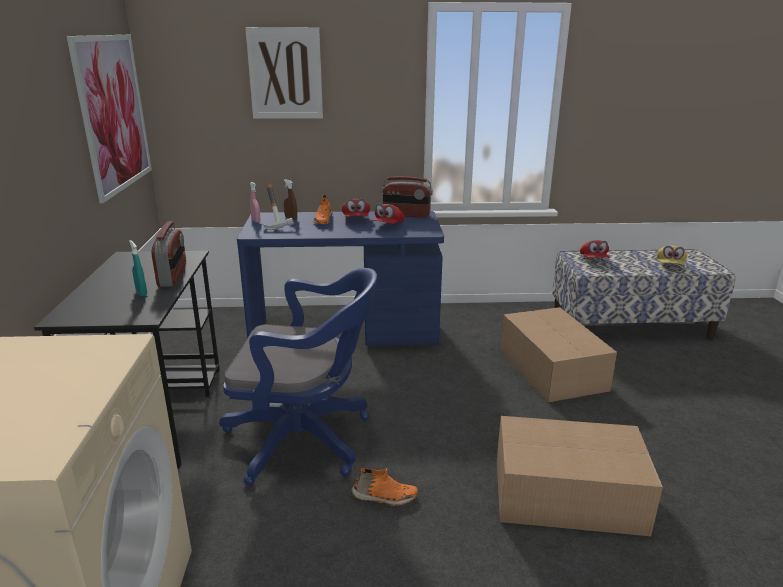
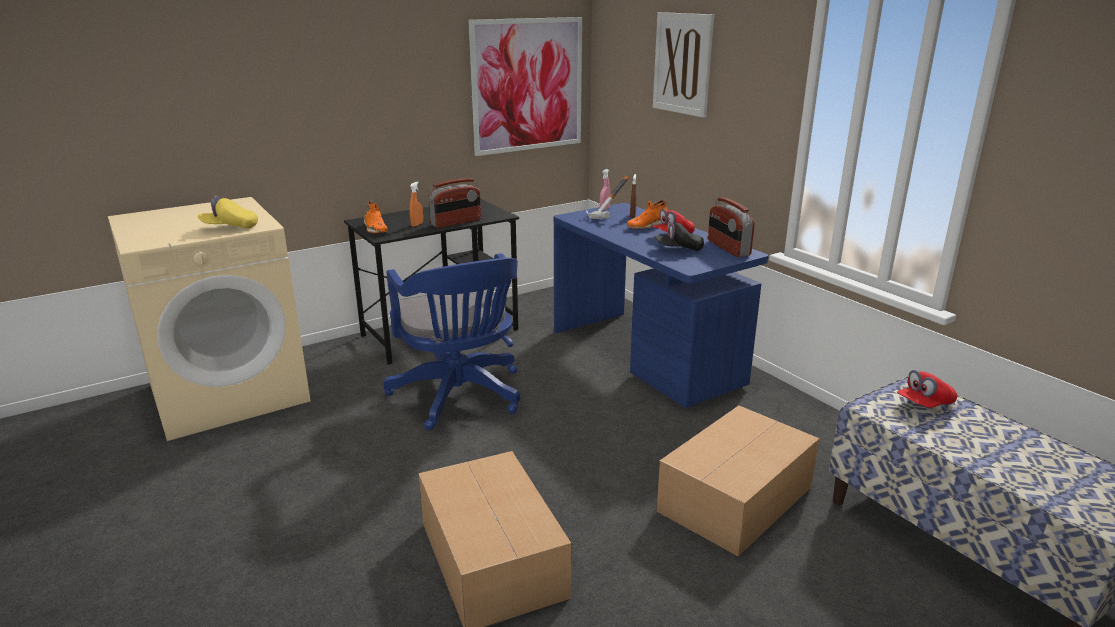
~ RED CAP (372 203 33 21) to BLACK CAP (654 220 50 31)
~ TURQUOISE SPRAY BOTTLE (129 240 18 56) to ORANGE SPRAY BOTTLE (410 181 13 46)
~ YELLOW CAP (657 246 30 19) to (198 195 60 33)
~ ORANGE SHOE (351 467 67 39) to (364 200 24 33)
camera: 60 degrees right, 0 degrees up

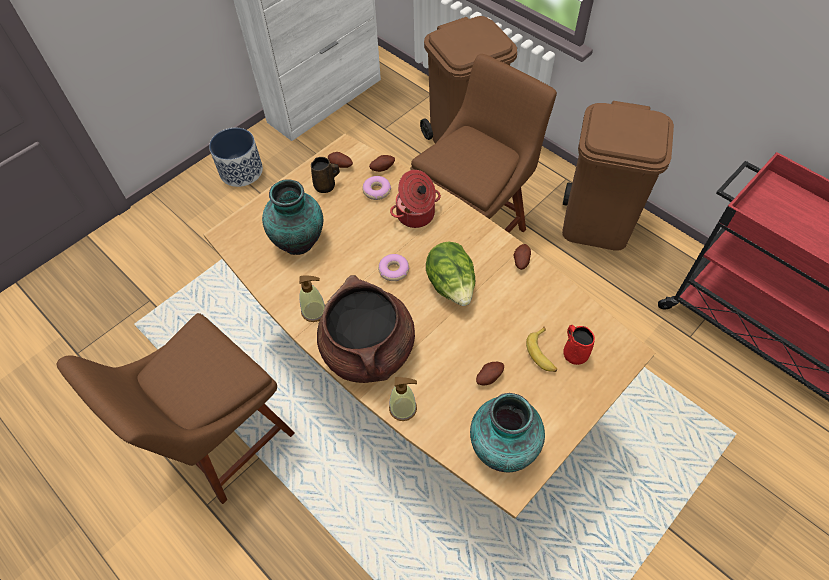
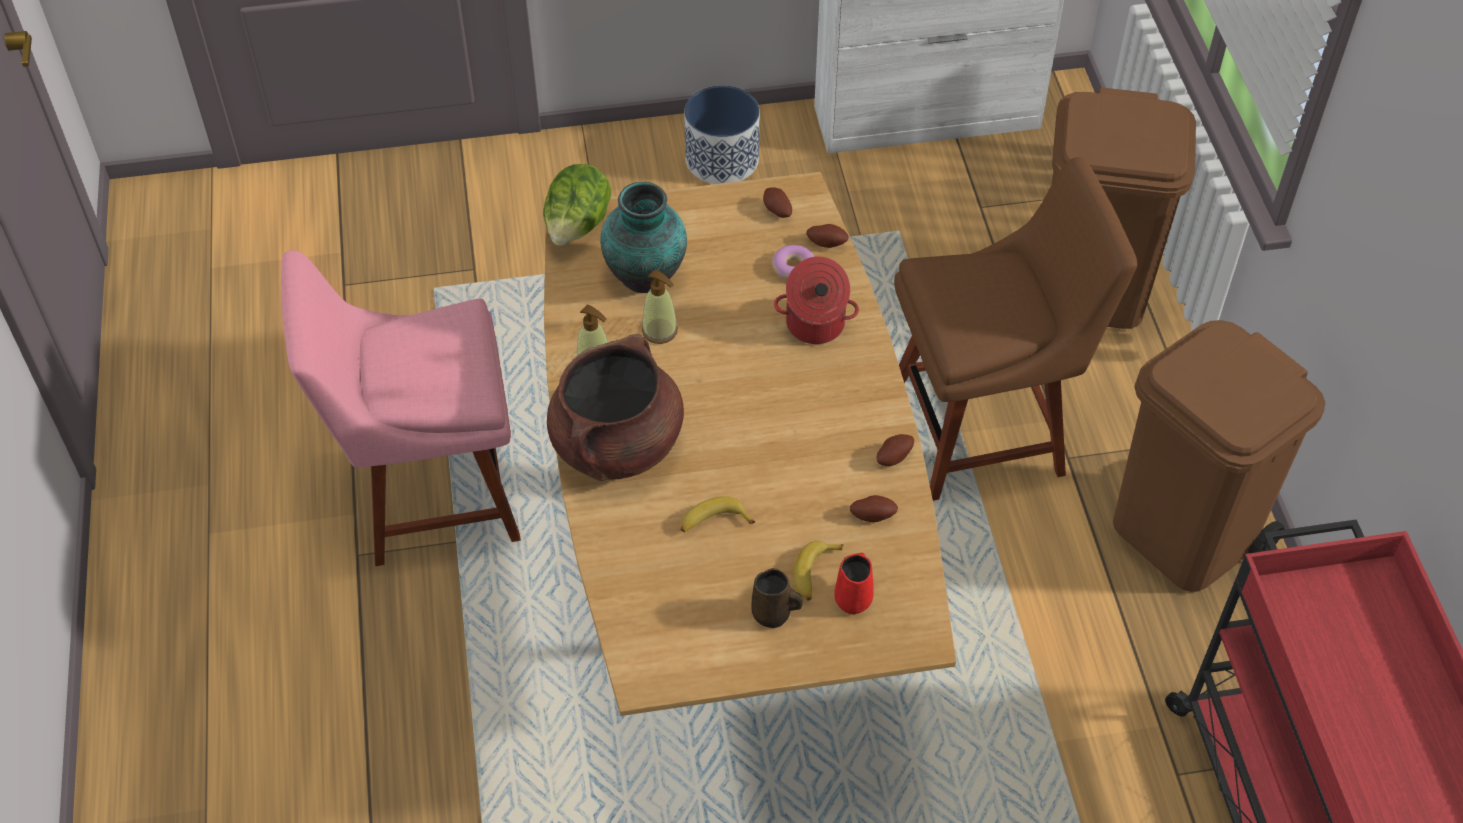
~ BROWN MUG (311 157 29 36) to (751 568 52 60)
~ LETTUCE (426 242 49 64) to (543 164 69 82)
- DONUT (378 254 31 27)
~ BROWN CHAIR (57 313 238 191) to PINK CHAIR (281 250 240 316)
~ POTATO (476 362 28 23) to (850 495 48 27)
~ SOAP DISPENSER (389 377 28 44) to (642 269 36 75)
- VASE (470 393 75 80)
+ BANANA (681 496 74 36)
camera: 35 degrees right, 5 degrees down

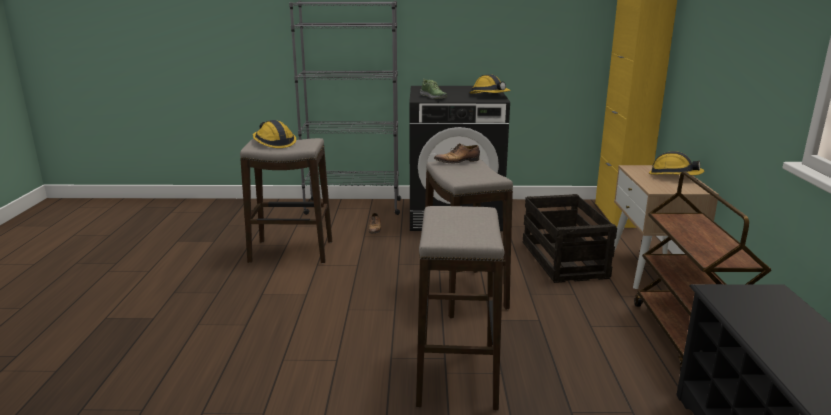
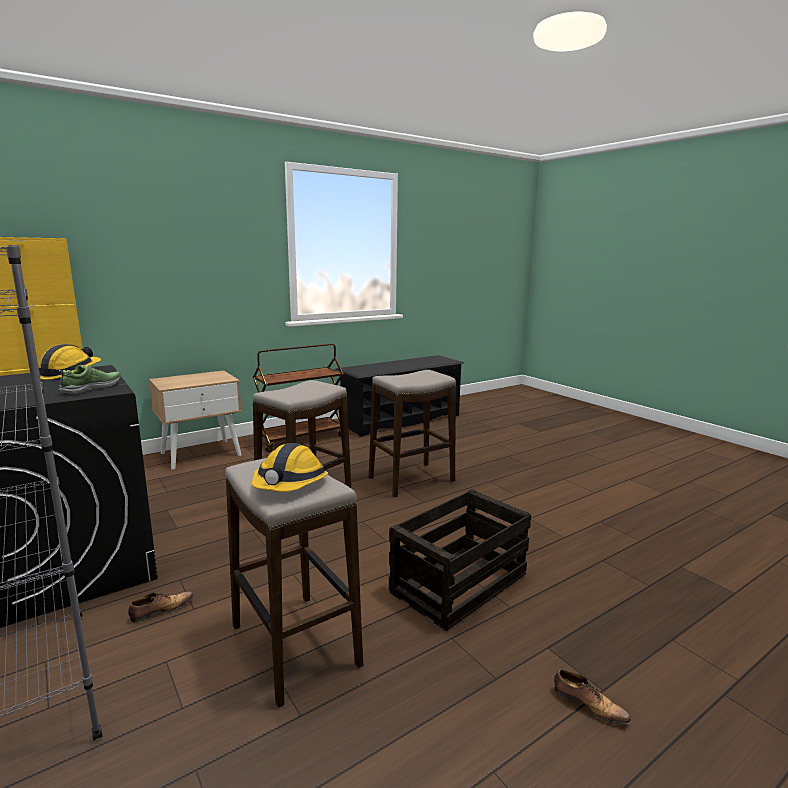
~ SHOE (434 143 46 20) to (554 670 77 55)
- HARD HAT (649 151 55 24)
~ CRATE (523 194 94 89) to (389 489 142 142)
camera: 125 degrees left, 5 degrees down

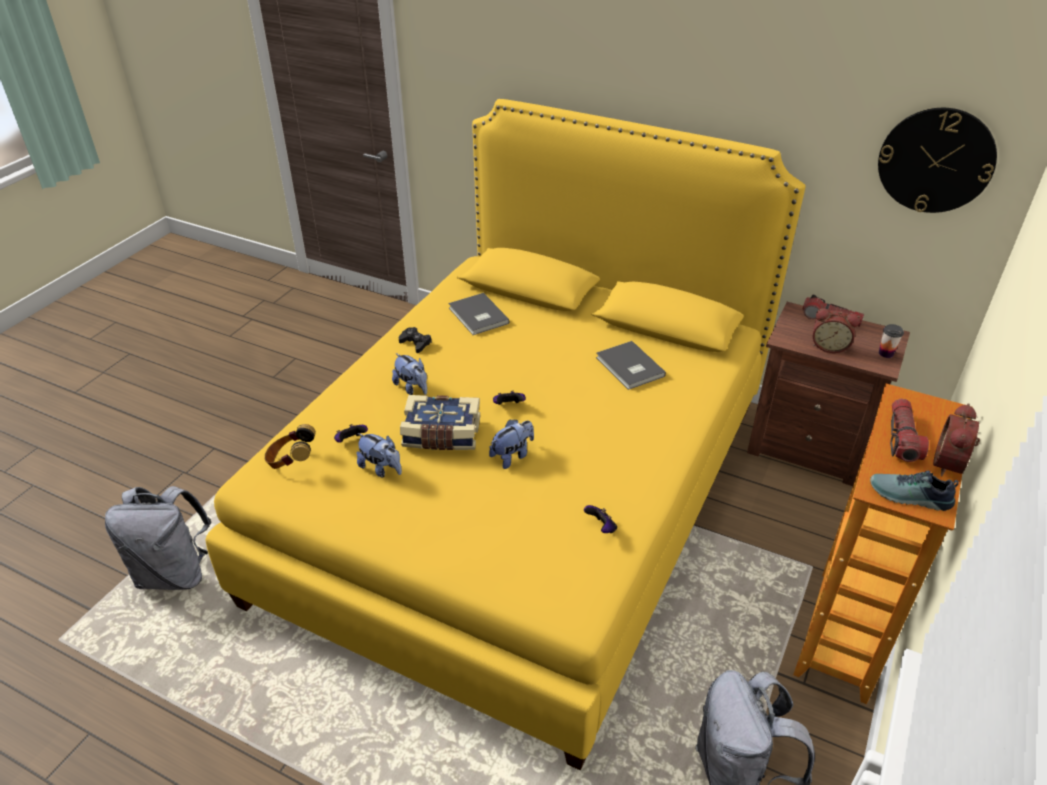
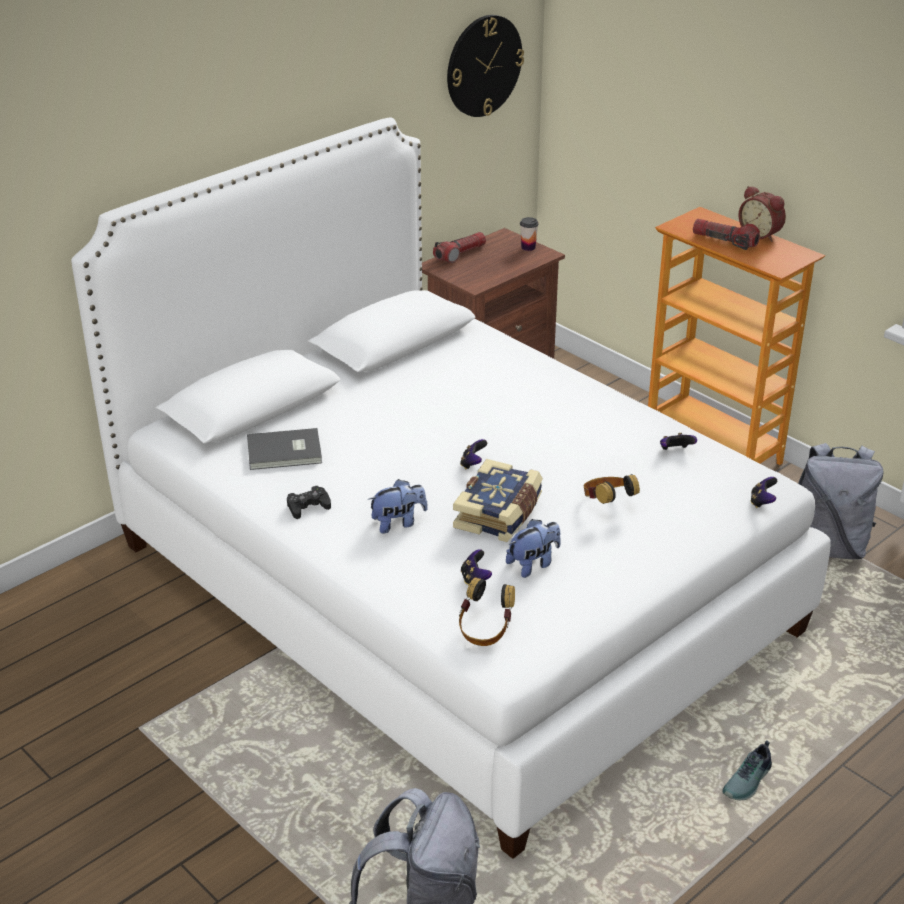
~ YELLOW BED (206 99 599 672) to WHITE BED (71 118 760 741)
- ALARM CLOCK (813 308 47 45)
- GREY BOOK (596 341 70 49)
- PLUSH TOY (489 419 45 50)
~ SHOE (870 471 89 40) to (722 740 50 60)
+ HEADPHONES (584 474 56 30)
+ GAME CONTROLLER (750 477 27 31)
camera: 70 degrees left, 5 degrees down

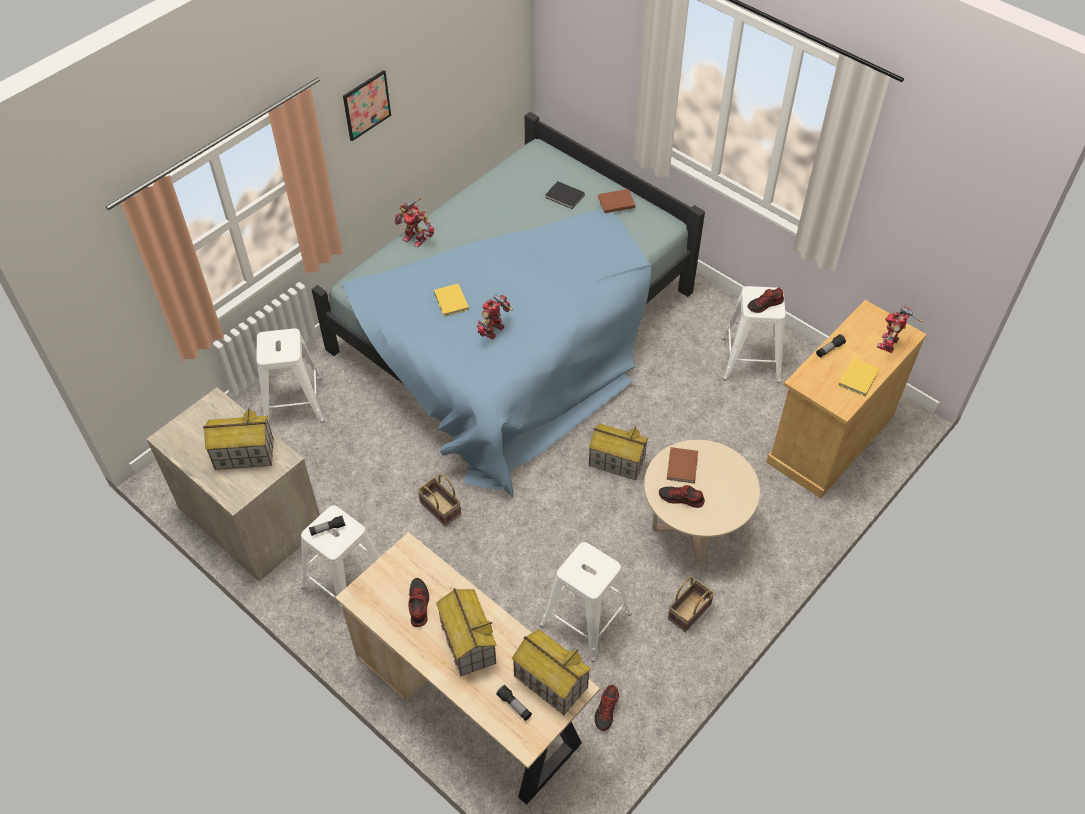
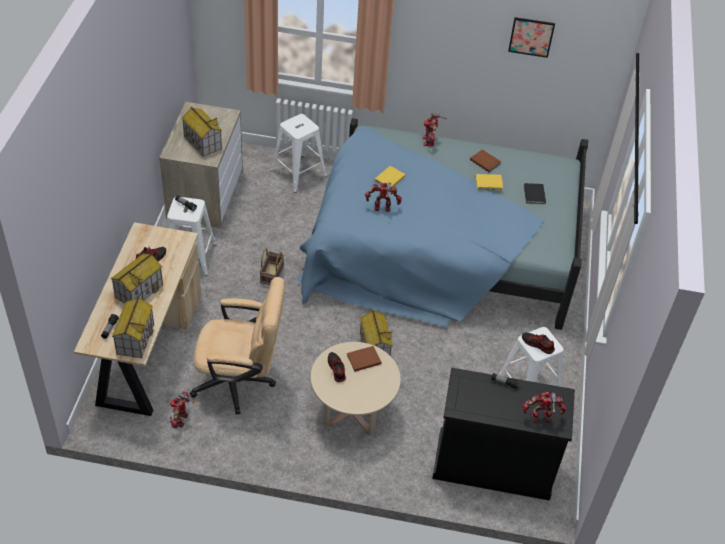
~ PICTURE (343 70 48 71) to (508 17 47 41)
~ BROWN BOOK (598 189 37 24) to (470 149 31 23)
~ BEIGE CABINET (766 300 161 198) to BLACK CABINET (432 367 143 134)
~ YELLOW BOOK (839 358 40 39) to (476 174 27 16)
~ WHITE STOOL (540 542 92 120) to BEIGE OFFICE CHAIR (190 277 95 137)
- BASKET (668 577 47 55)
~ SHOE (595 685 24 46) to TOY ROBOT (170 391 27 37)
camera: 55 degrees right, 5 degrees down

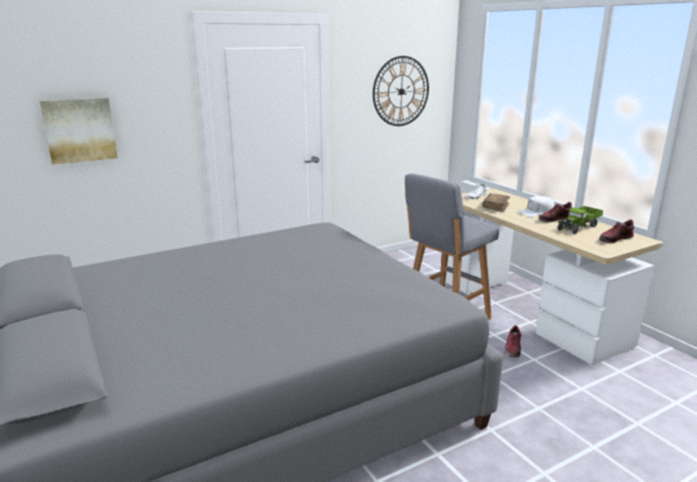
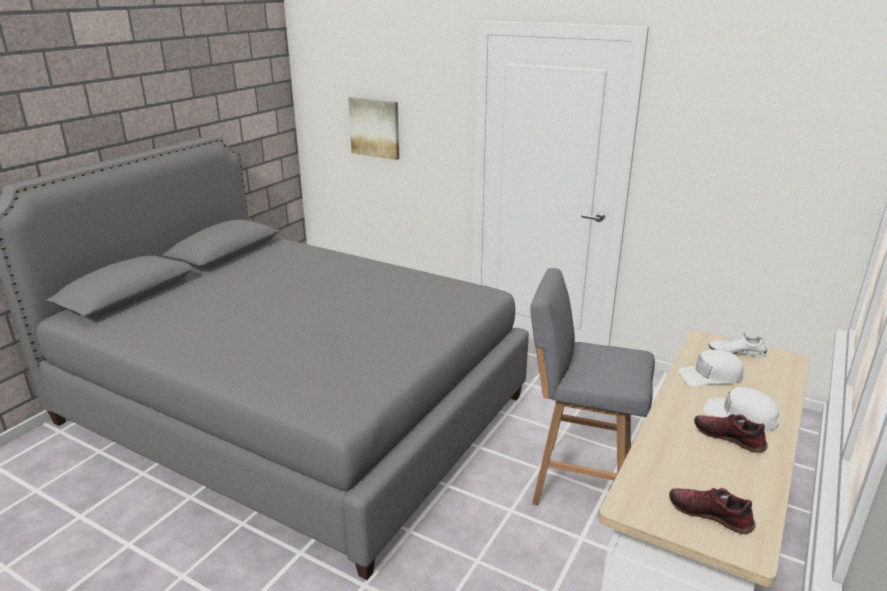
- WALL CLOCK (373 56 56 70)
~ BROWN BOOK (482 193 28 19) to WHITE CAP (678 350 66 36)
- TOY TRUCK (557 206 46 28)
- SHOE (504 325 18 32)
camera: 60 degrees right, 5 degrees up

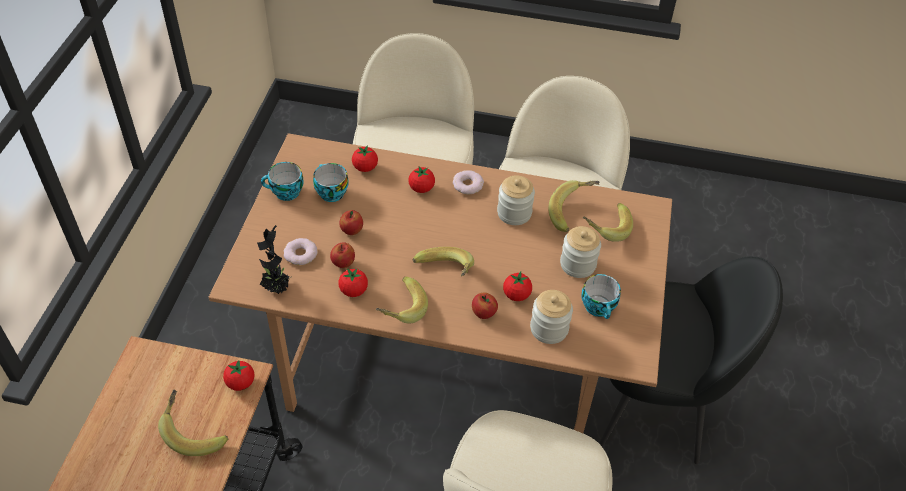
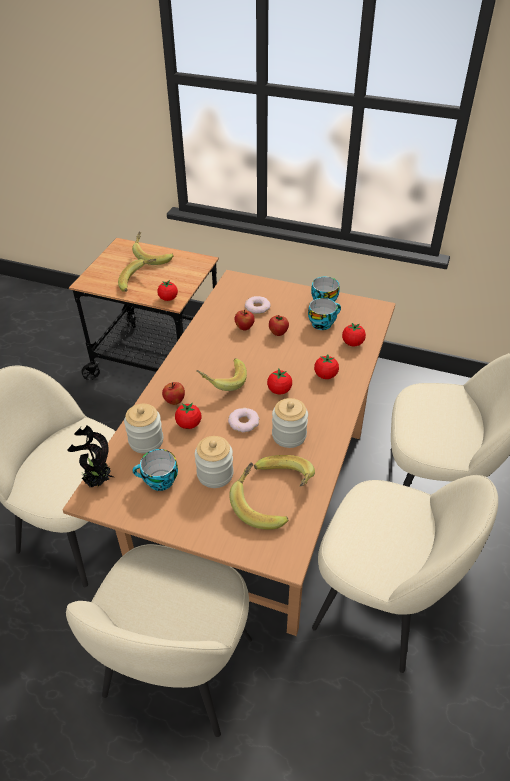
~ DONUT (453 170 31 24) to (228 408 32 24)
~ POTTED PLANT (257 225 35 69) to (67 425 46 62)
~ BLACK CHAIR (599 256 184 208) to BEIGE CHAIR (66 544 186 193)
~ TOMATO (339 268 29 29) to (267 368 25 26)
~ BANANA (376 276 52 47) to (132 232 42 33)
camera: 100 degrees right, 5 degrees down

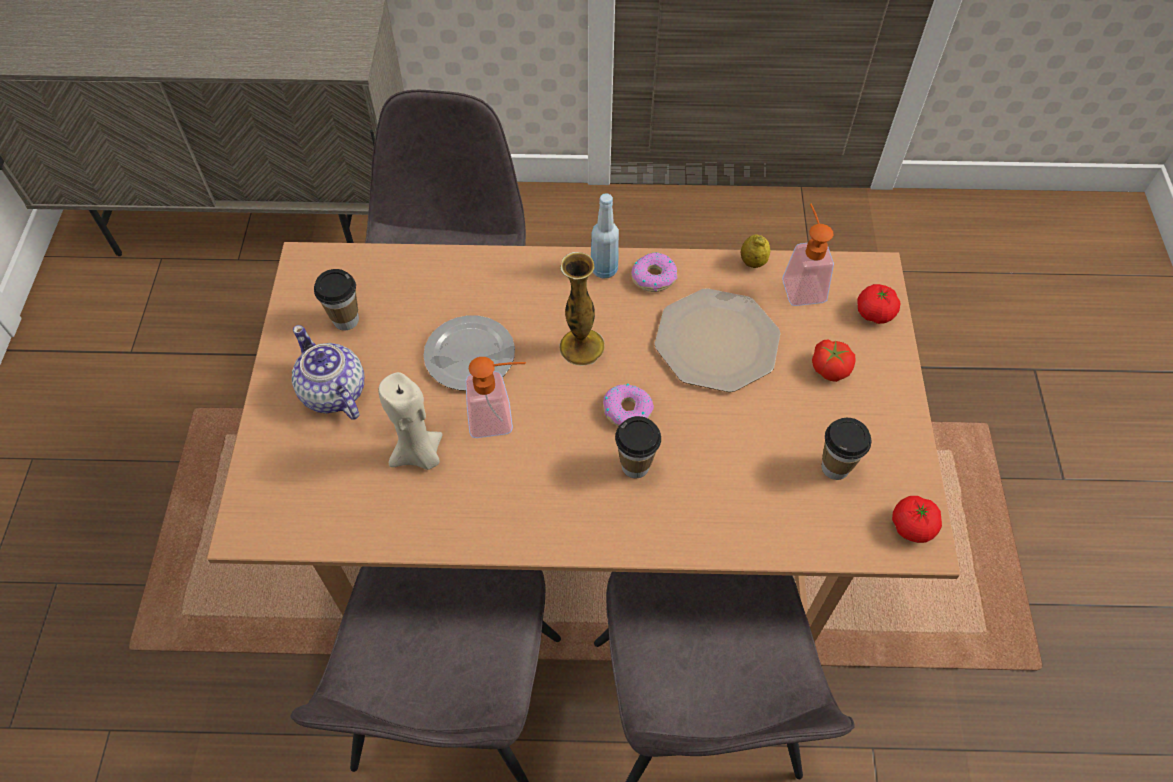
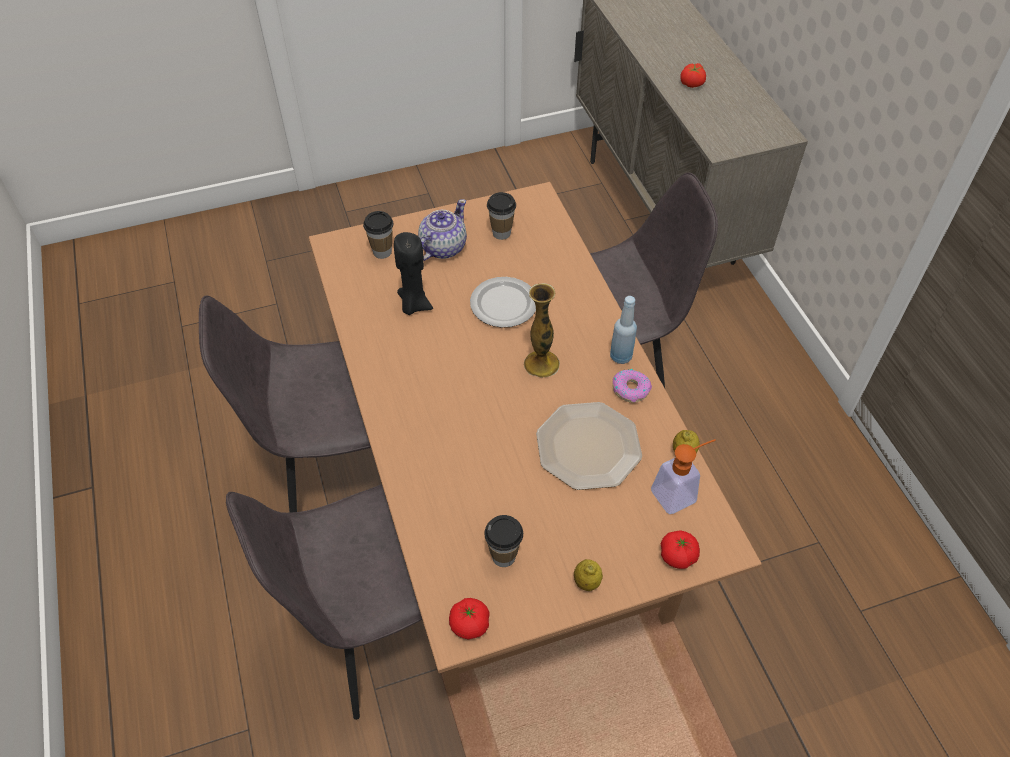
~ TOMATO (812 339 44 43) to (681 63 25 25)
- SOAP DISPENSER (465 357 61 81)
~ BEIGE CANDLE (378 372 64 98) to BLACK CANDLE (394 232 39 83)
- DONUT (603 384 51 42)
~ CUP (615 416 46 62) to (363 211 30 48)
+ LEMON (574 559 29 32)
camera: 70 degrees right, 5 degrees down

